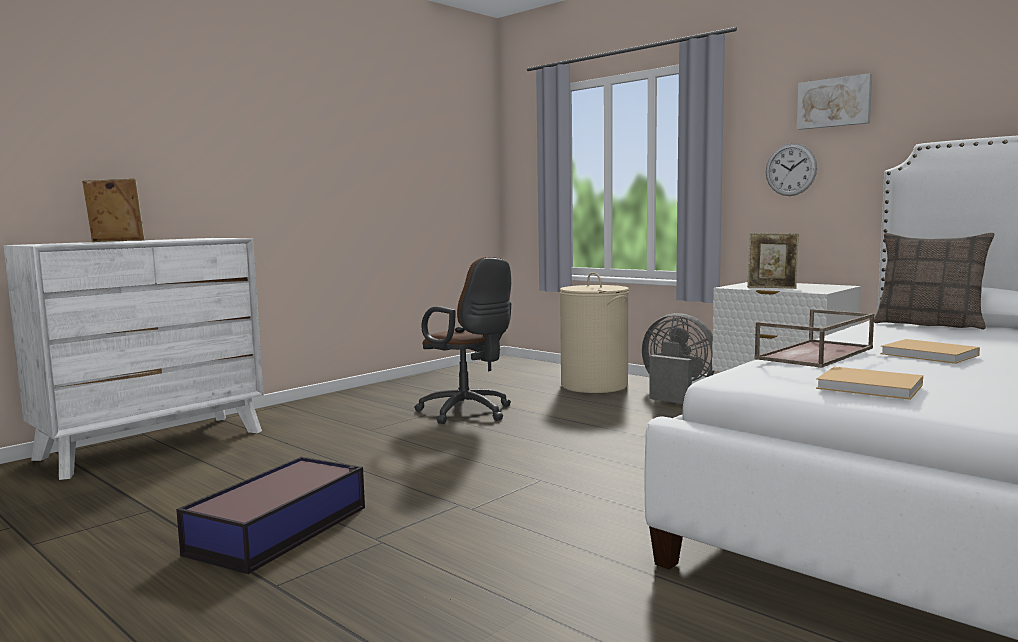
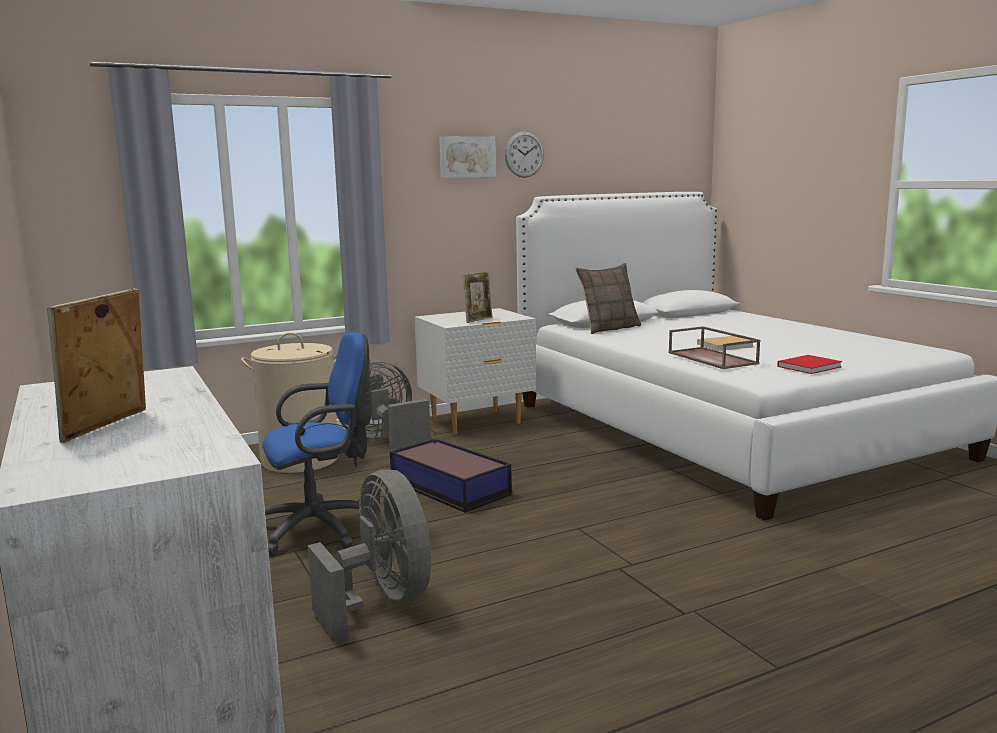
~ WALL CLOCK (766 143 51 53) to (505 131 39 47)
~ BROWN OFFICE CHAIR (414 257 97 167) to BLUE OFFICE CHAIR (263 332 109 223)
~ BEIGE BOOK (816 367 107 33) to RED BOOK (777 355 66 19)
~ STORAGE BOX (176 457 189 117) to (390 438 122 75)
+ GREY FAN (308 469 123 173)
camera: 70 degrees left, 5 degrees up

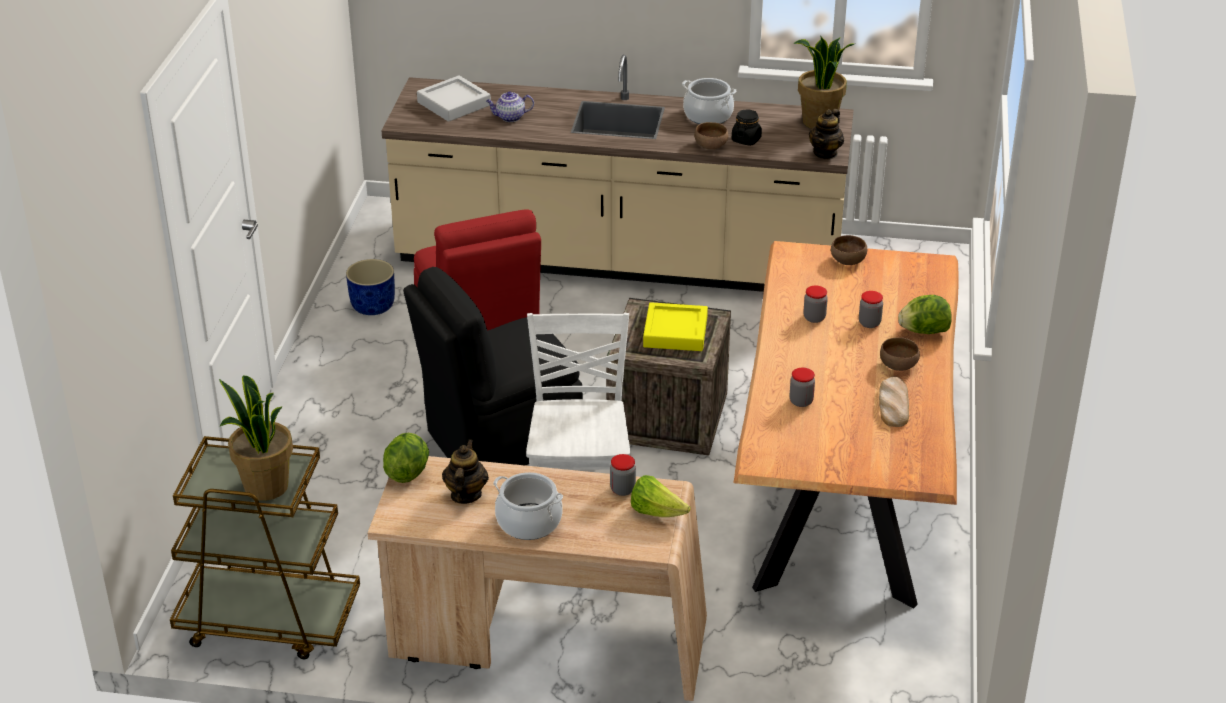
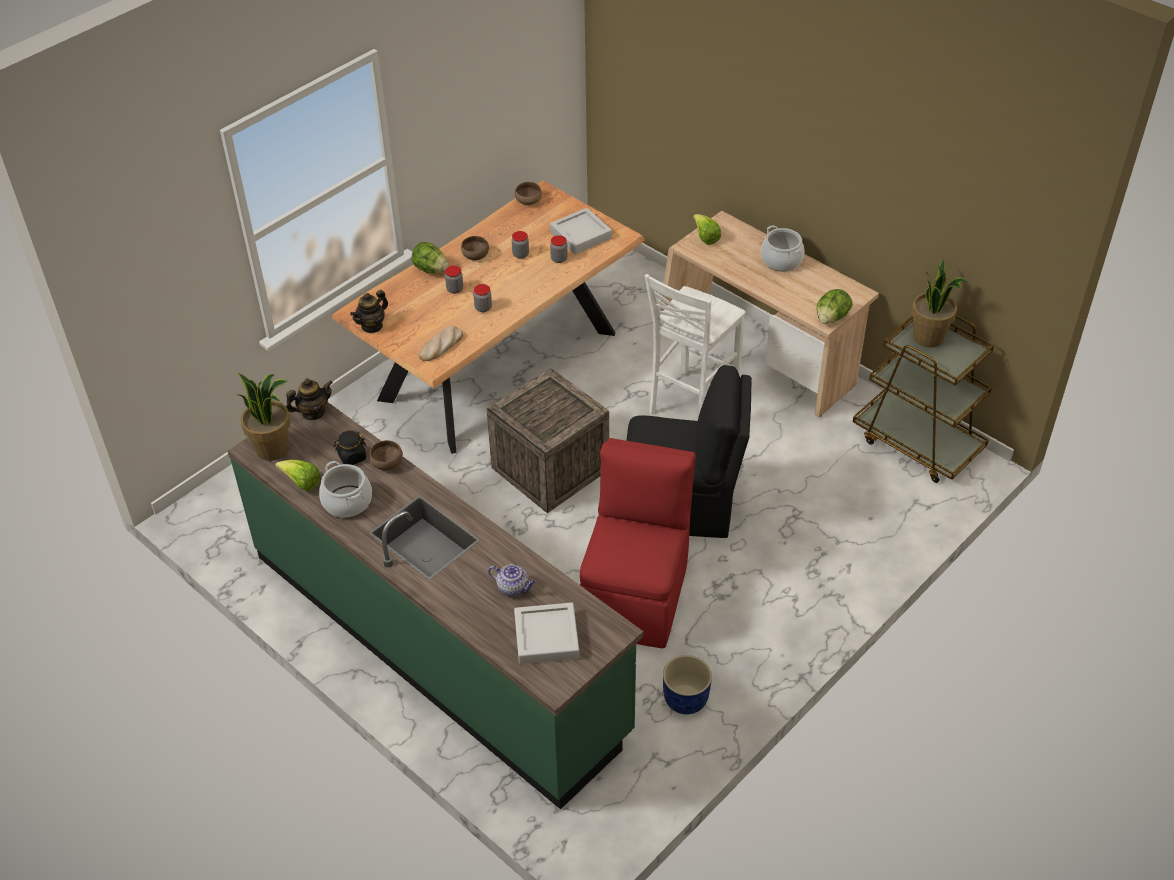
~ BEIGE COUNTER (382 55 472 237) to GREEN COUNTER (228 402 415 407)
~ BROWN BOWL (831 235 36 30) to (515 182 27 23)
- YELLOW TRAY (643 302 65 49)
~ BREAD (879 377 30 50) to (419 326 44 35)
~ TEAPOT (442 440 47 64) to (350 290 38 43)
~ JAR (610 454 26 42) to (512 231 17 28)
+ GREY TRAY (550 208 62 46)
+ LETTUCE (275 460 45 31)
camera: 145 degrees left, 10 degrees up

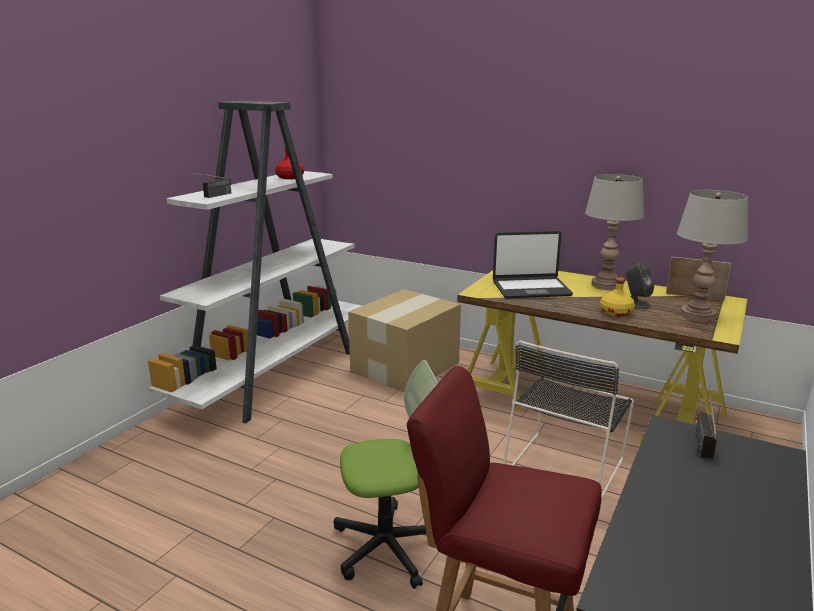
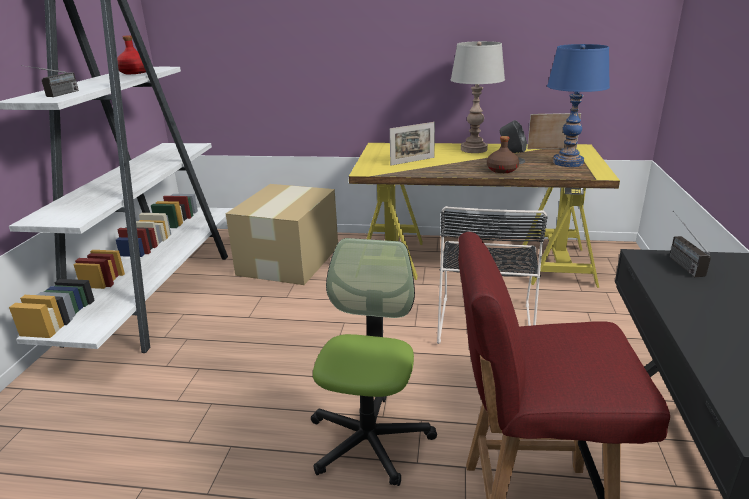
~ GREY TABLE LAMP (677 190 71 132) to BLUE TABLE LAMP (547 44 63 123)
~ LAPTOP (493 231 80 67) to PICTURE FRAME (390 122 45 43)
~ YELLOW BOTTLE (600 277 35 40) to BROWN BOTTLE (487 136 32 37)
~ OFFICE CHAIR (334 360 105 229) = (311 238 126 248) 45 degrees counterclockwise
camera: 20 degrees left, 5 degrees up

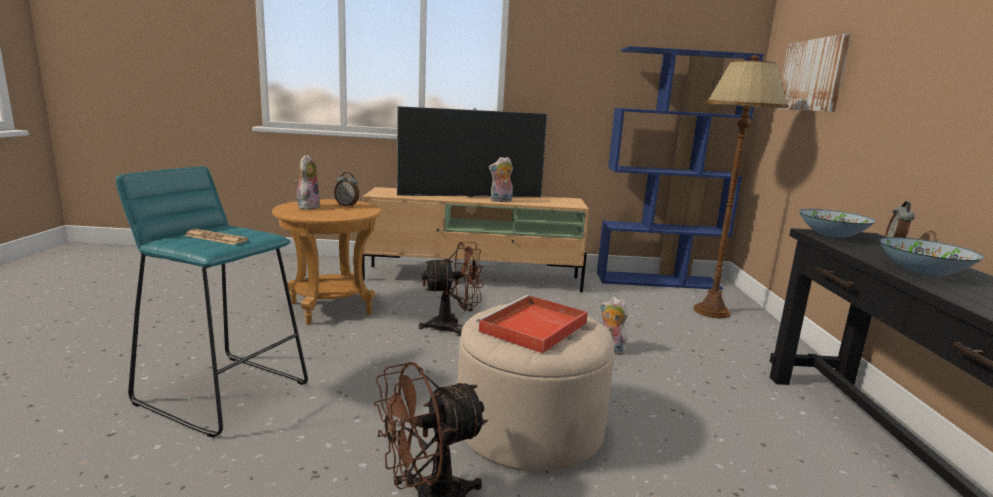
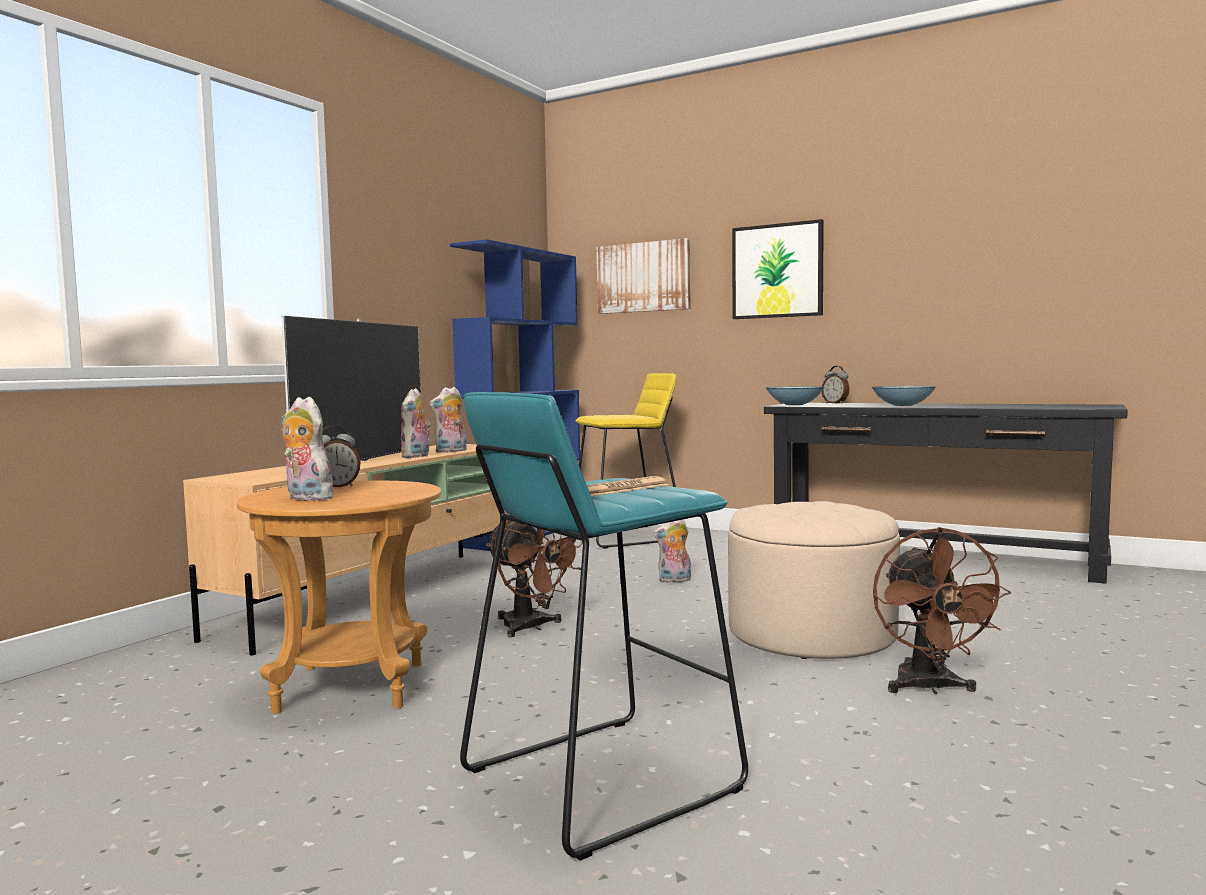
~ BROWN FLOOR LAMP (694 55 95 263) to YELLOW STOOL (575 373 102 176)
~ BROWN FAN (418 242 66 94) = (486 520 97 117) 120 degrees clockwise
- RED TRAY (476 295 112 58)
+ PICTURE (732 219 92 100)
+ PLUSH TOY (429 387 38 66)
camera: 60 degrees left, 10 degrees down

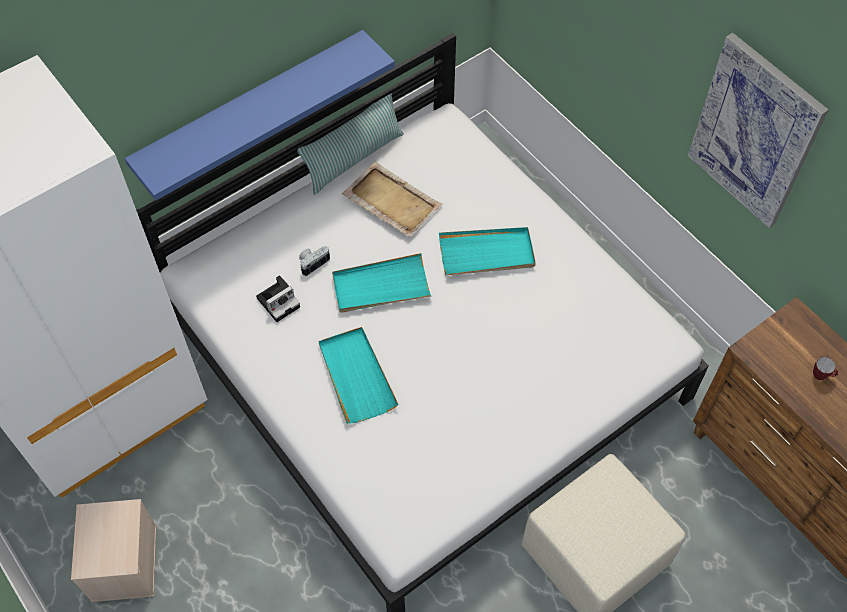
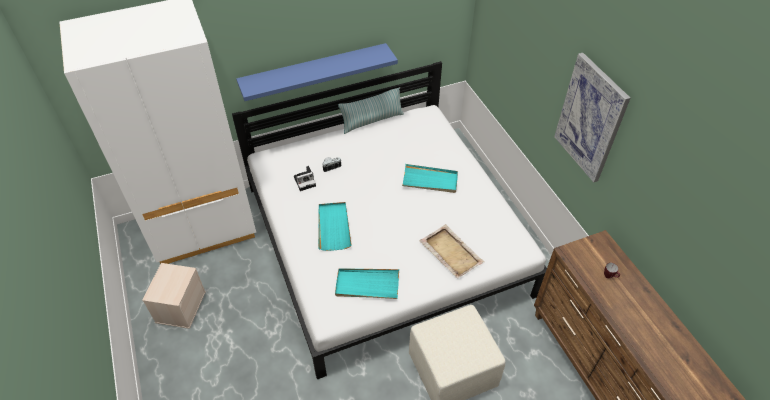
~ BEIGE TRAY (342 162 101 75) to (419 224 66 55)
~ TURQUOISE TRAY (332 253 100 60) to (335 268 64 31)
camera: 15 degrees right, 10 degrees down

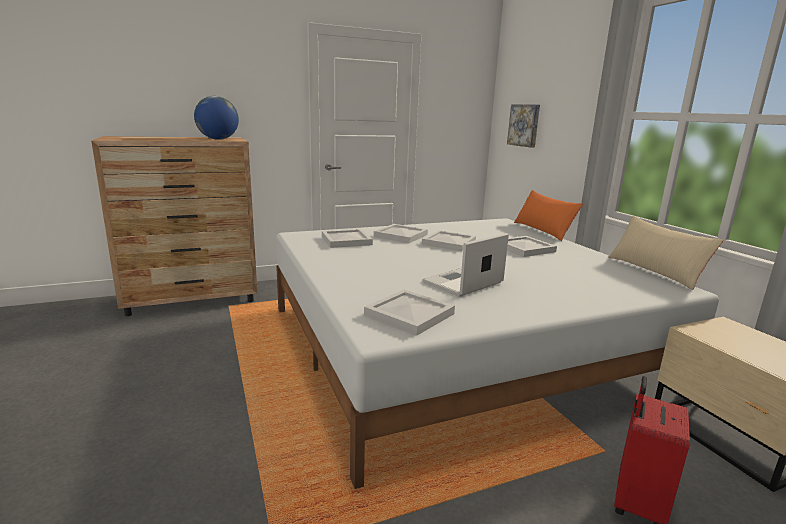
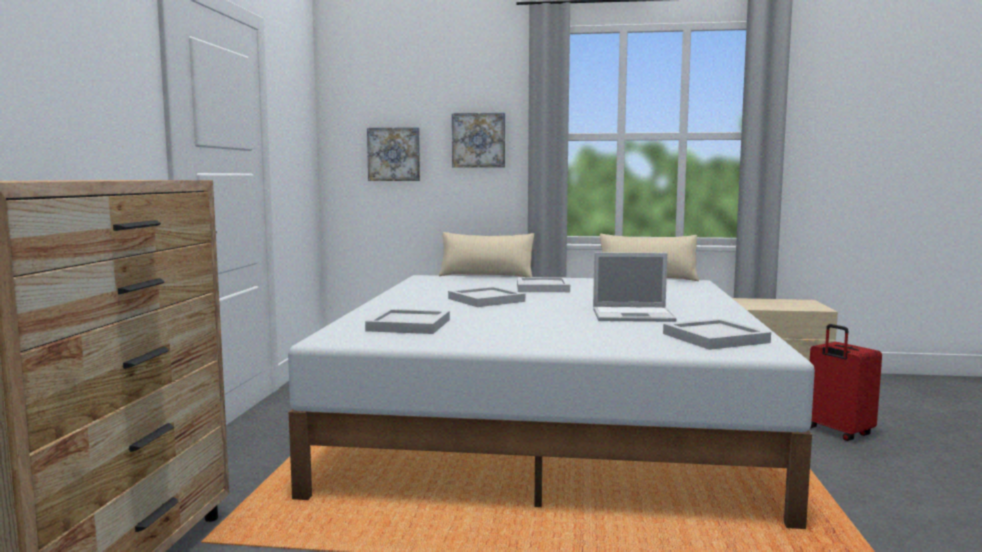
- GLOBE (194 96 45 44)
~ ORANGE PILLOW (514 190 69 51) to BEIGE PILLOW (439 232 95 45)
- WHITE TRAY (374 224 54 19)
~ LAPTOP (422 233 87 64) = (593 252 84 70) 75 degrees counterclockwise
+ PICTURE (452 113 53 54)
camera: 60 degrees left, 10 degrees down

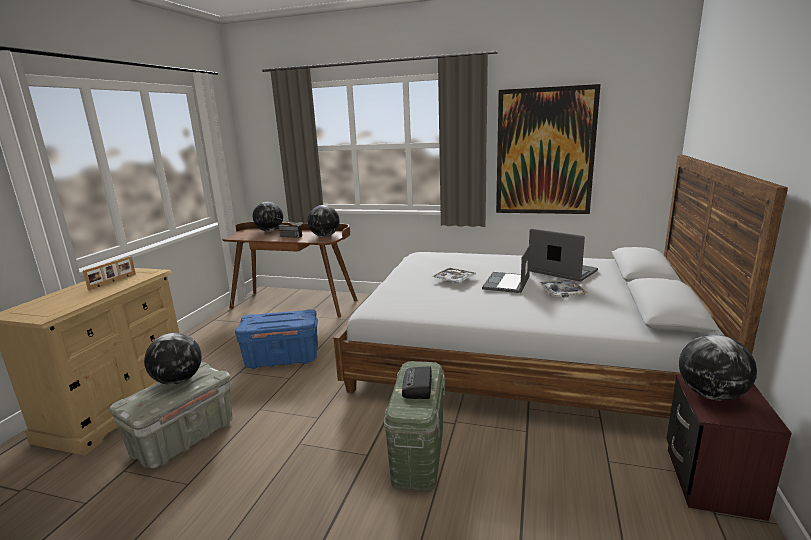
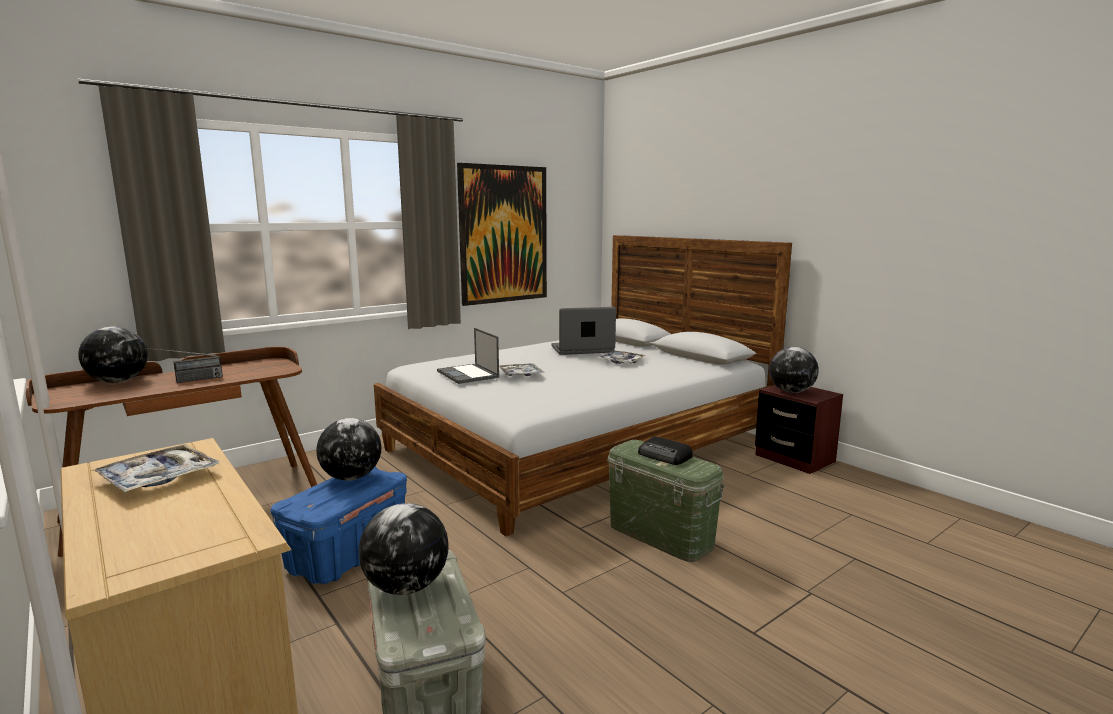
~ GLOBE (308 205 32 32) to (316 418 65 63)
~ LAPTOP (482 244 49 49) to (437 328 62 56)
~ PICTURE FRAME (83 256 53 34) to TRAY (92 444 128 48)
camera: 55 degrees left, 5 degrees down

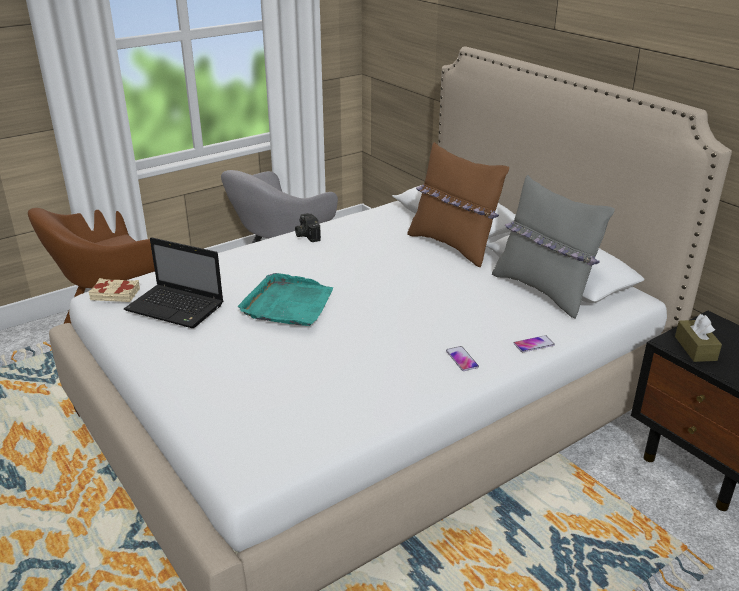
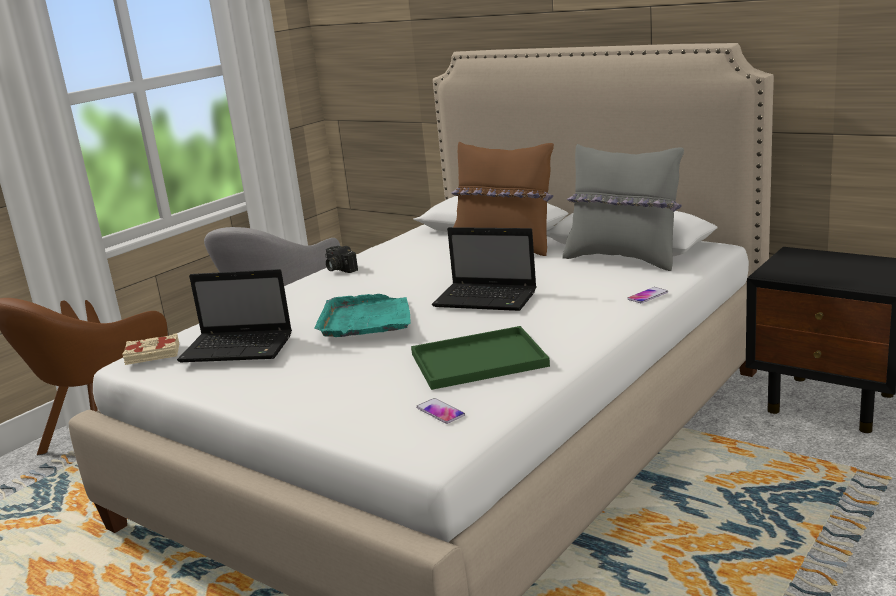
- BROWN TISSUE BOX (675 314 47 48)
~ PHONE (446 346 33 25) to (416 398 49 26)
+ LAPTOP (432 227 105 84)
+ GREEN TRAY (411 326 139 64)
camera: 15 degrees left, 10 degrees down

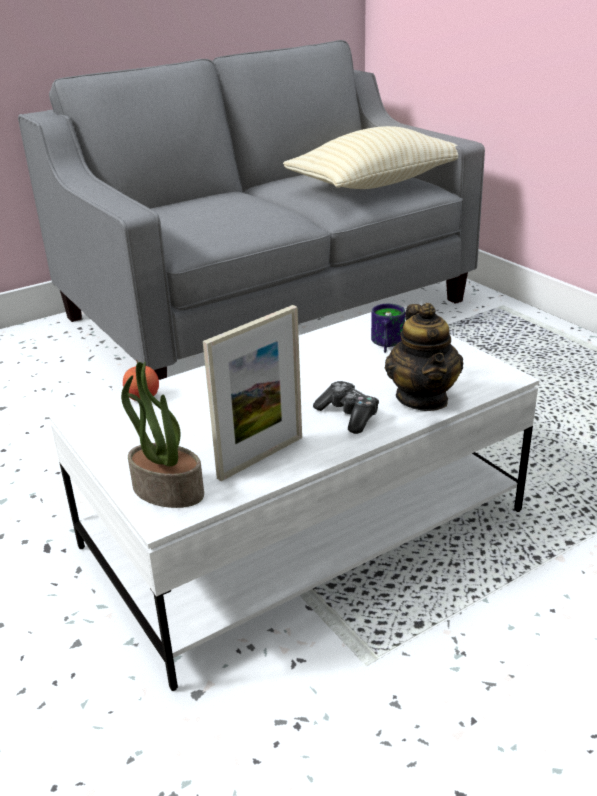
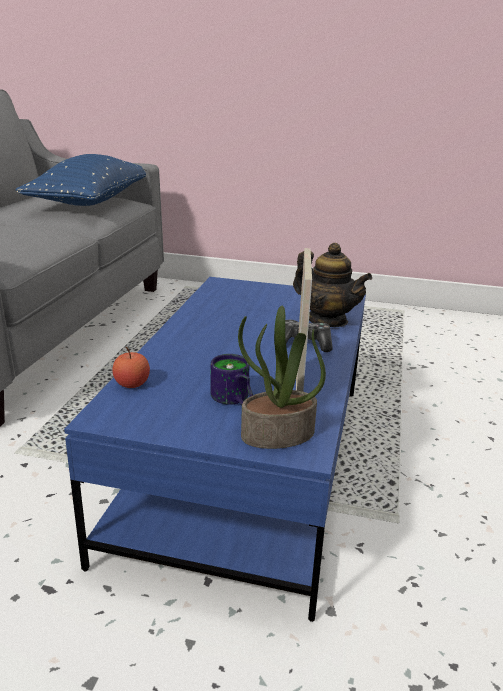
~ BEIGE PILLOW (283 126 176 63) to BLUE PILLOW (16 154 130 52)
~ MUG (371 304 34 49) to (211 354 42 52)
~ WHITE COFFEE TABLE (49 312 491 379) to BLUE COFFEE TABLE (64 277 302 345)
camera: 45 degrees left, 5 degrees down

